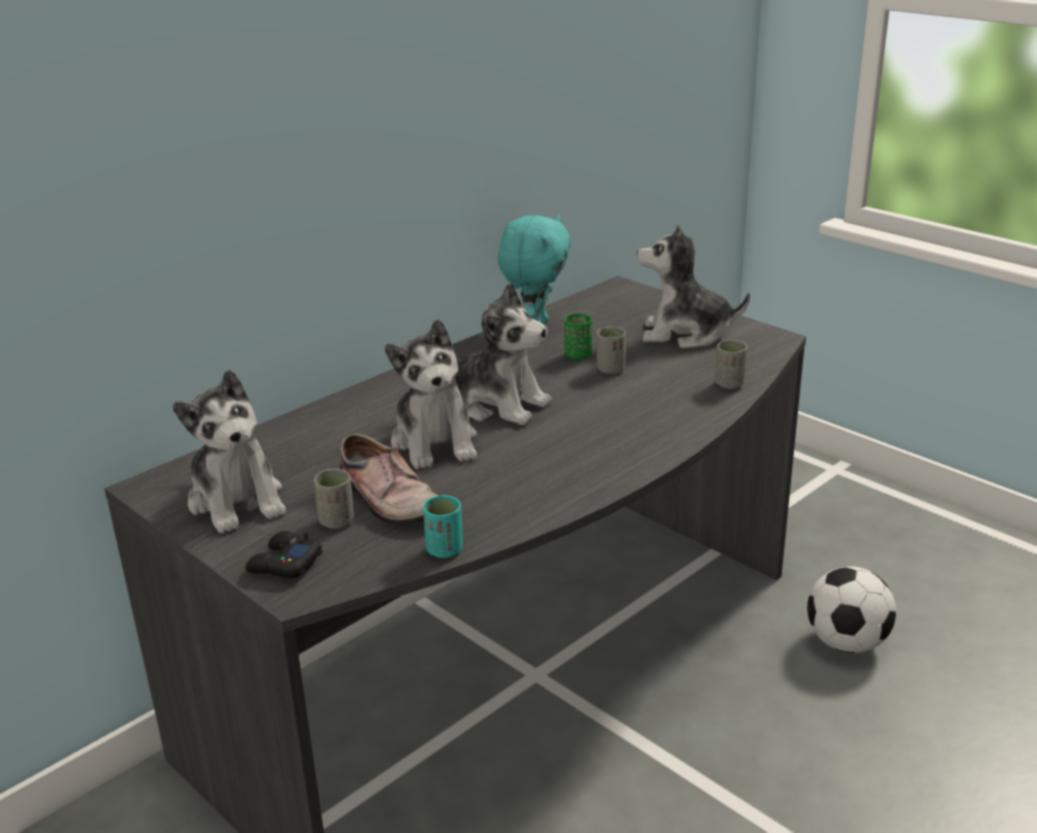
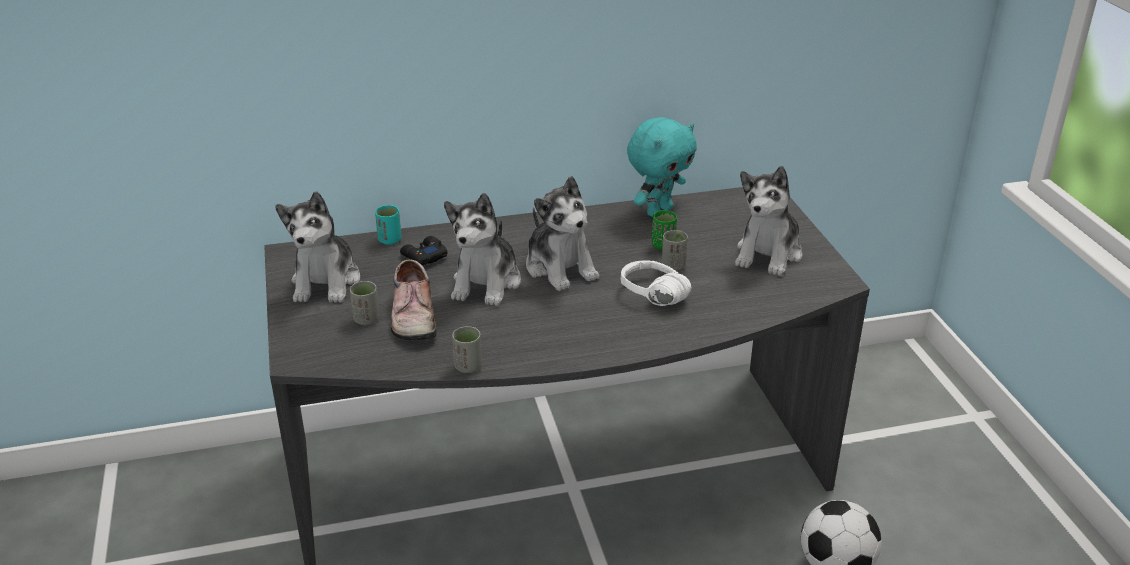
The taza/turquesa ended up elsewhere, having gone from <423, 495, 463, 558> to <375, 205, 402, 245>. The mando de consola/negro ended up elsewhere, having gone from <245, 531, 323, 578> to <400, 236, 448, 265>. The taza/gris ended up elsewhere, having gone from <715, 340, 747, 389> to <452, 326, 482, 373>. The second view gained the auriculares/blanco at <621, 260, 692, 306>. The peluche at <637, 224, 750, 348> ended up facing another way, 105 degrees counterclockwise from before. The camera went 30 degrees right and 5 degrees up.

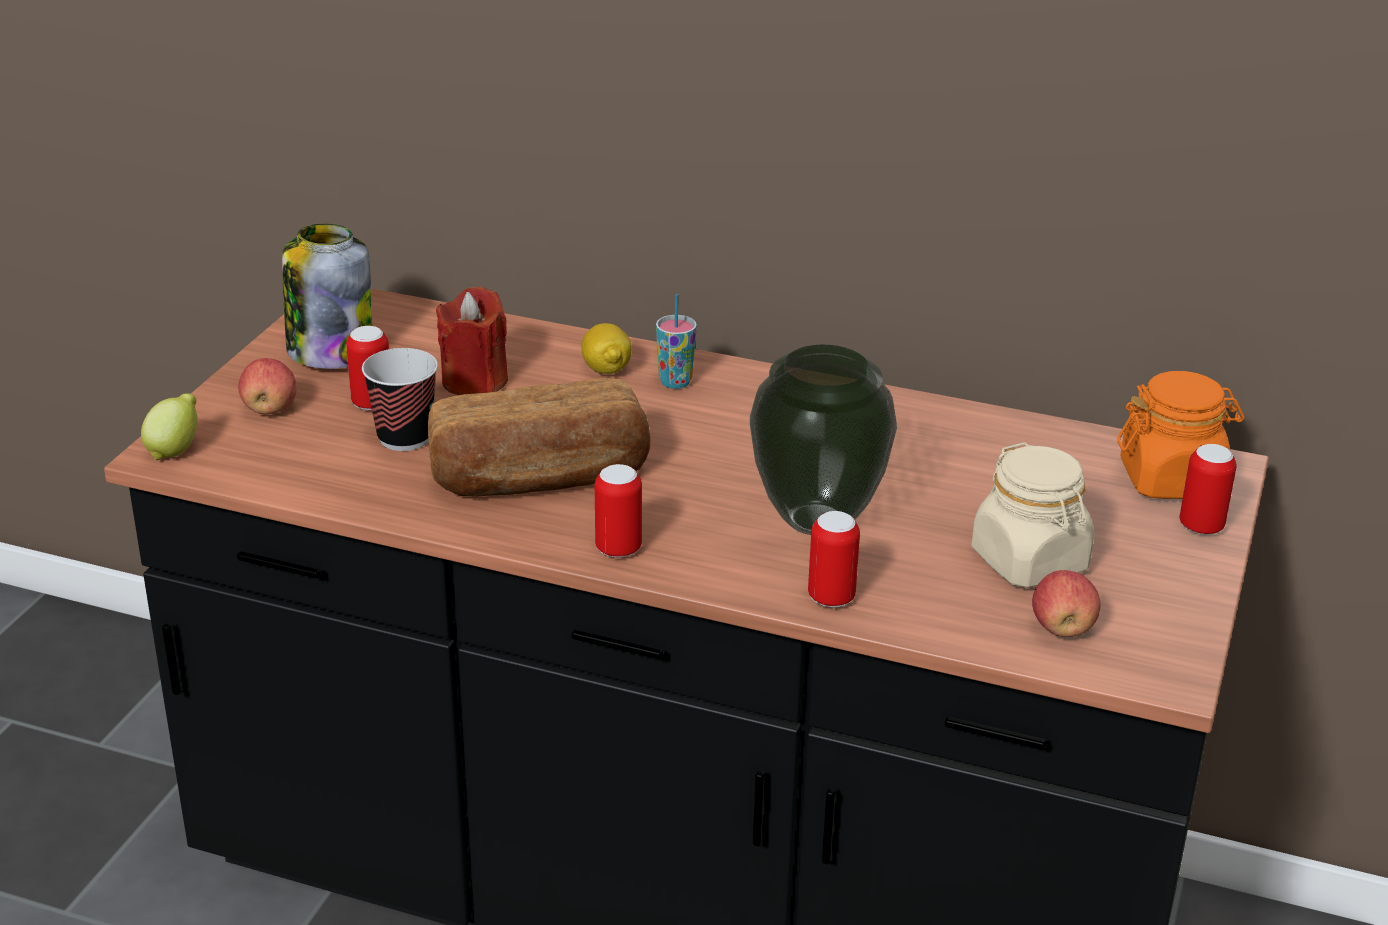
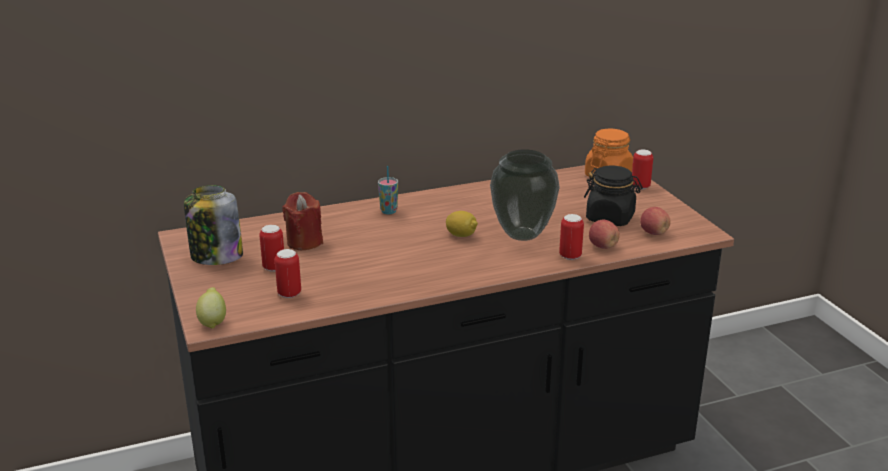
The lata ended up elsewhere, having gone from <595, 464, 642, 558> to <275, 249, 301, 298>. The limón ended up elsewhere, having gone from <581, 323, 632, 374> to <446, 211, 478, 237>. What was the tarro/beis at <972, 442, 1094, 588> turned into the tarro/negro at <584, 166, 643, 226>. The manzana ended up elsewhere, having gone from <238, 358, 297, 414> to <589, 220, 620, 249>. The second view lost the taza at <362, 348, 438, 451>. The second view lost the pan at <428, 378, 651, 496>. The camera went 40 degrees left and 5 degrees down.

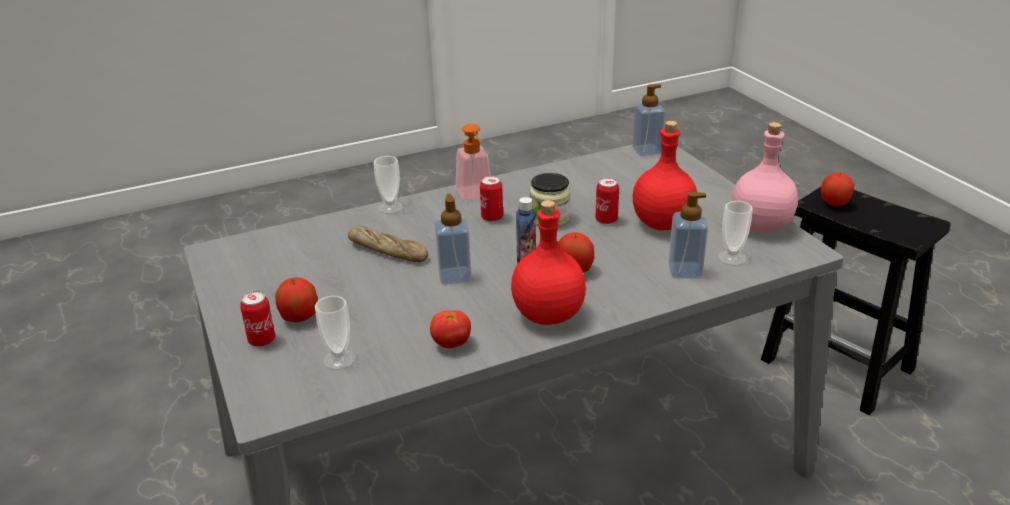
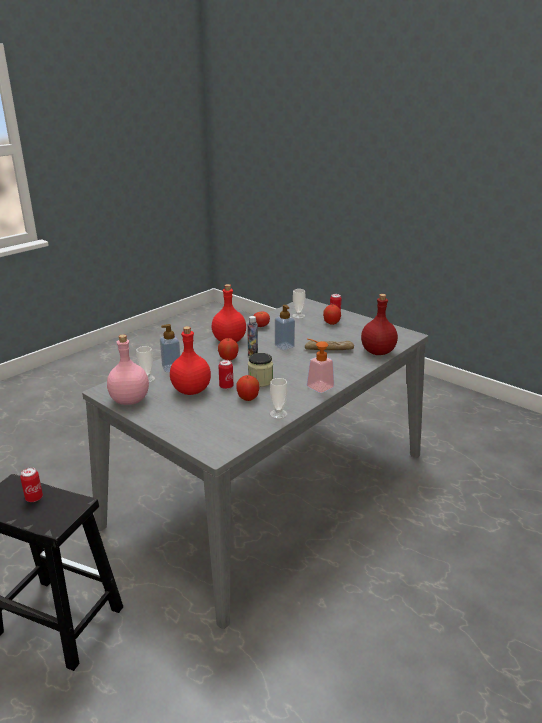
The lata ended up elsewhere, having gone from <480, 176, 503, 222> to <20, 468, 43, 502>. The manzana ended up elsewhere, having gone from <821, 173, 854, 206> to <236, 375, 260, 401>. The taza ended up elsewhere, having gone from <374, 156, 403, 214> to <270, 378, 287, 419>. The second view gained the botella/rojo at <361, 294, 398, 355>. The second view lost the dispensador de jabón at <633, 84, 665, 156>. The camera went 155 degrees right and 5 degrees down.

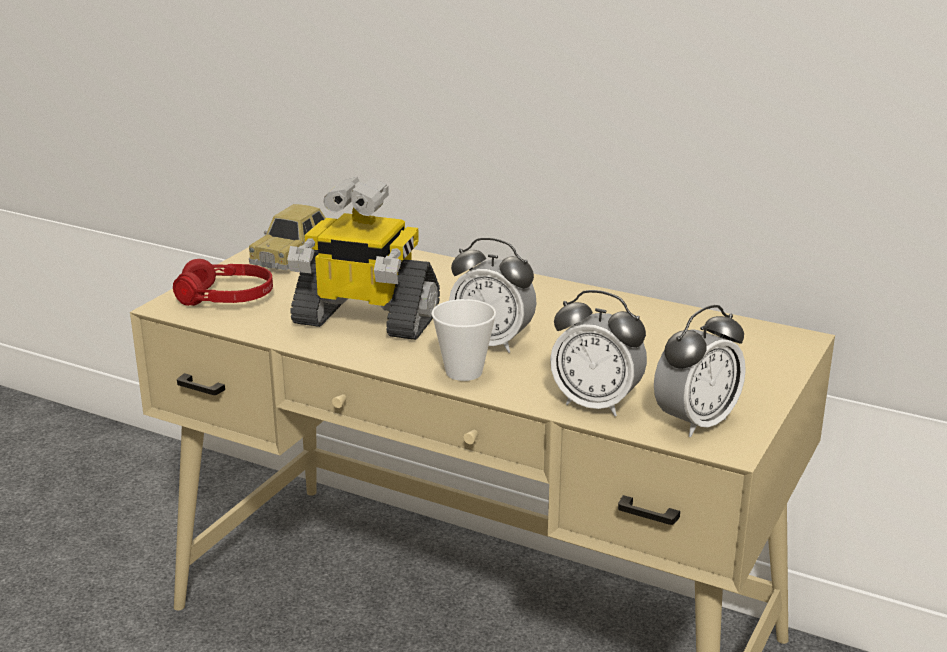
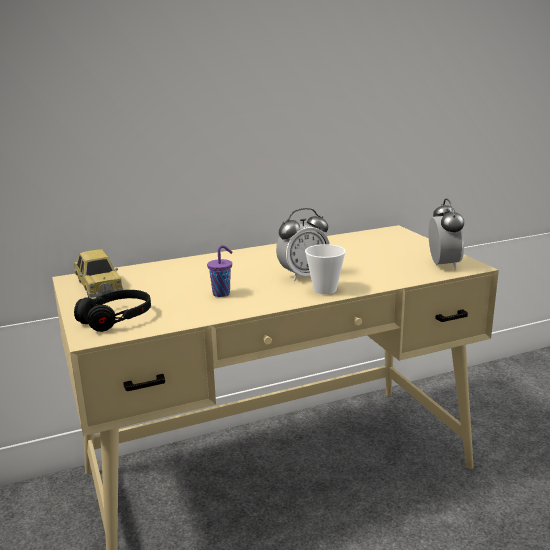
What was the auriculares/rojo at <173, 259, 273, 306> turned into the auriculares/negro at <74, 290, 151, 332>. Where the robot de juguete stood at <287, 177, 440, 340>, the taza/morado came to stand at <207, 245, 233, 297>. The second view lost the despertador at <550, 290, 647, 416>. The camera went 50 degrees left and 5 degrees down.

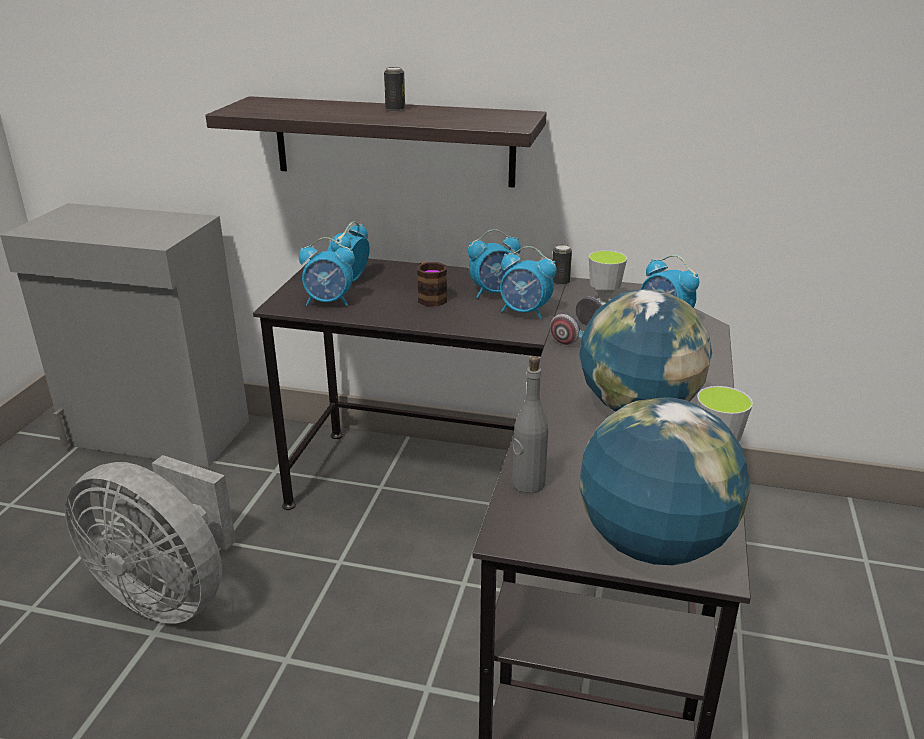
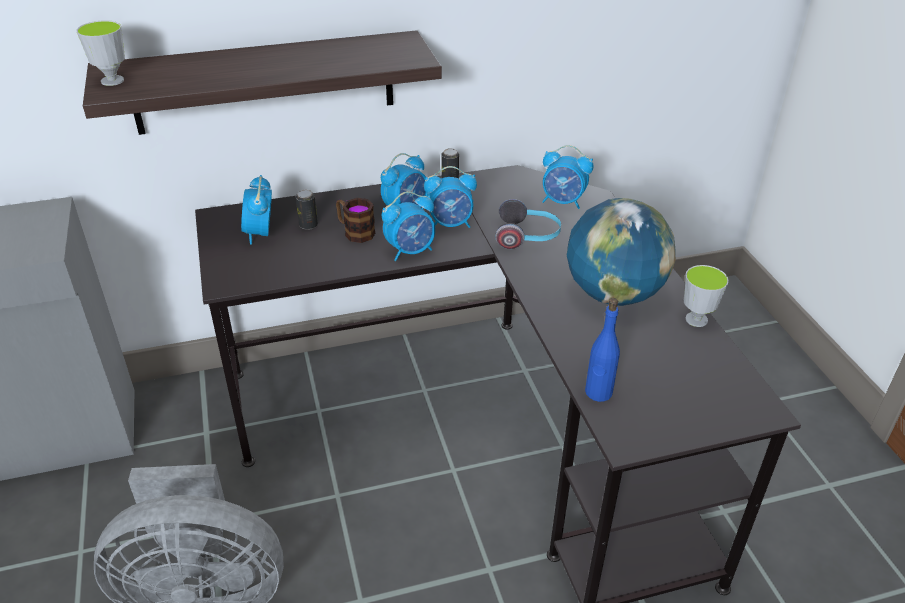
The taza ended up elsewhere, having gone from <589, 250, 627, 305> to <77, 20, 125, 86>. The lata ended up elsewhere, having gone from <384, 67, 405, 111> to <296, 190, 318, 230>. The despertador ended up elsewhere, having gone from <299, 237, 355, 306> to <382, 191, 435, 261>. What was the botella/gris at <512, 356, 548, 493> turned into the botella/azul at <585, 298, 620, 402>. The second view lost the globo terráqueo at <579, 397, 751, 565>. The camera went 30 degrees left and 10 degrees up.

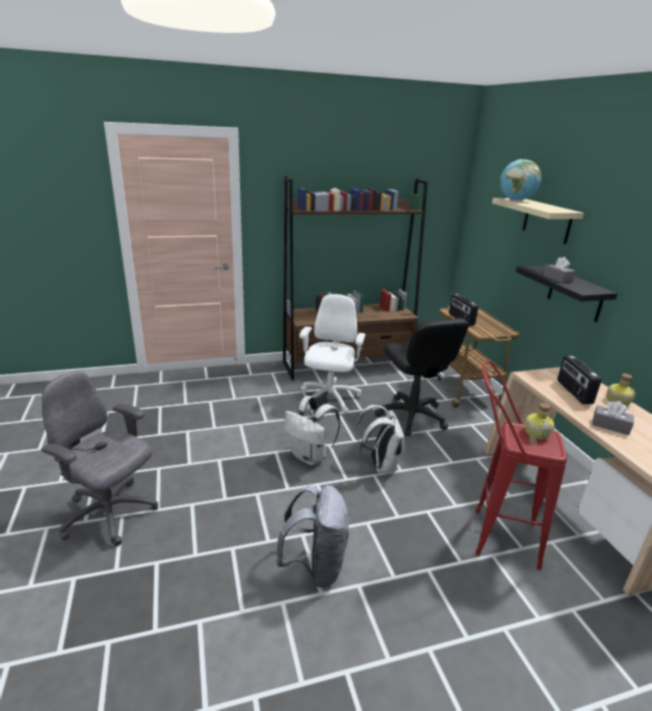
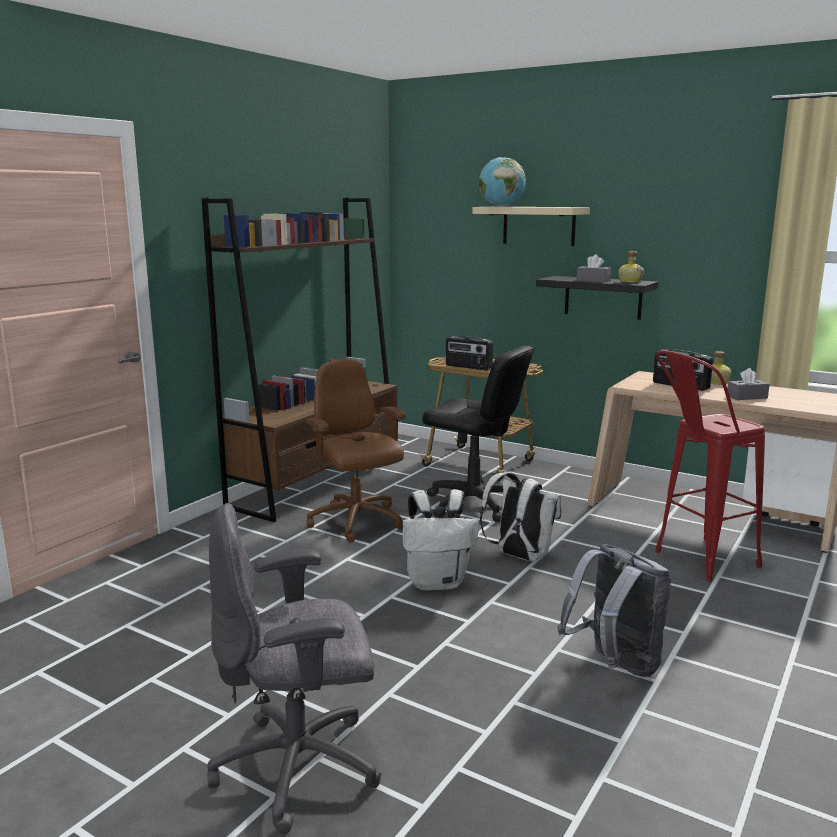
What was the silla de oficina/blanco at <299, 294, 365, 414> turned into the silla de oficina/marrón at <305, 359, 406, 543>. The botella ended up elsewhere, having gone from <525, 403, 555, 439> to <618, 251, 644, 283>. The camera went 40 degrees left and 10 degrees down.

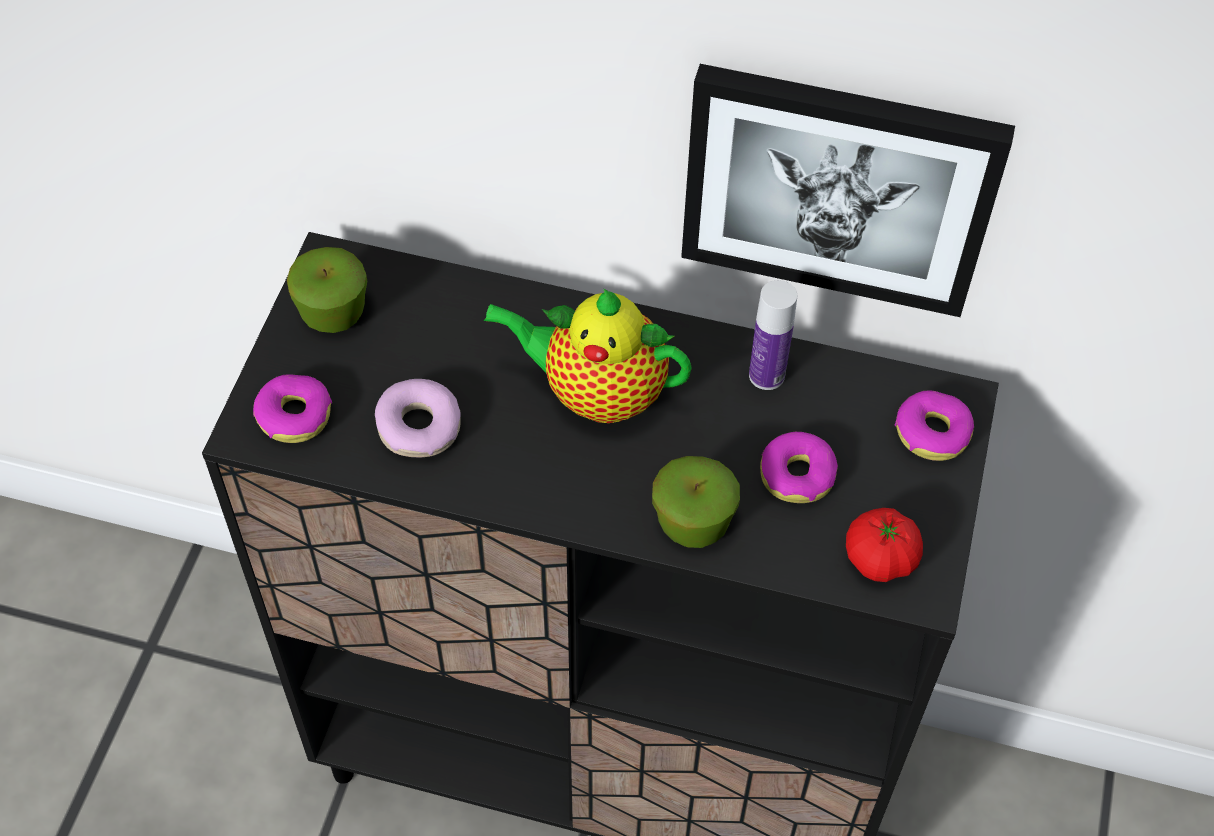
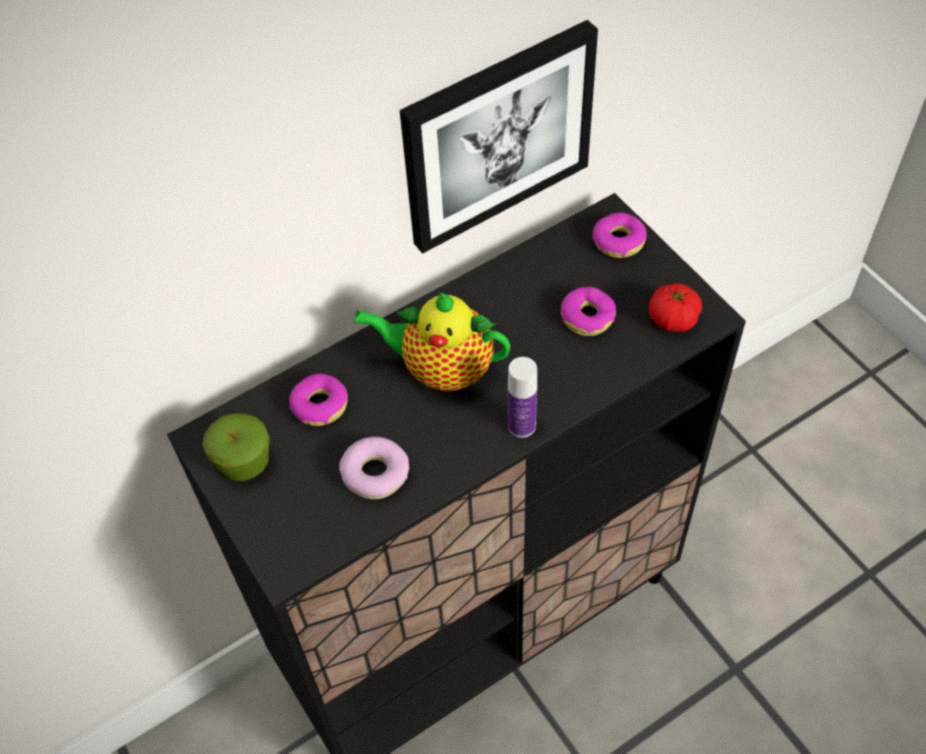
The rosquilla ended up elsewhere, having gone from <253, 374, 332, 443> to <289, 374, 348, 426>. The tetera at <484, 288, 692, 423> ended up facing another way, 45 degrees clockwise from before. The botella ended up elsewhere, having gone from <749, 280, 797, 390> to <508, 357, 537, 438>. The second view lost the manzana at <652, 456, 740, 548>. The camera went 45 degrees left and 0 degrees up.

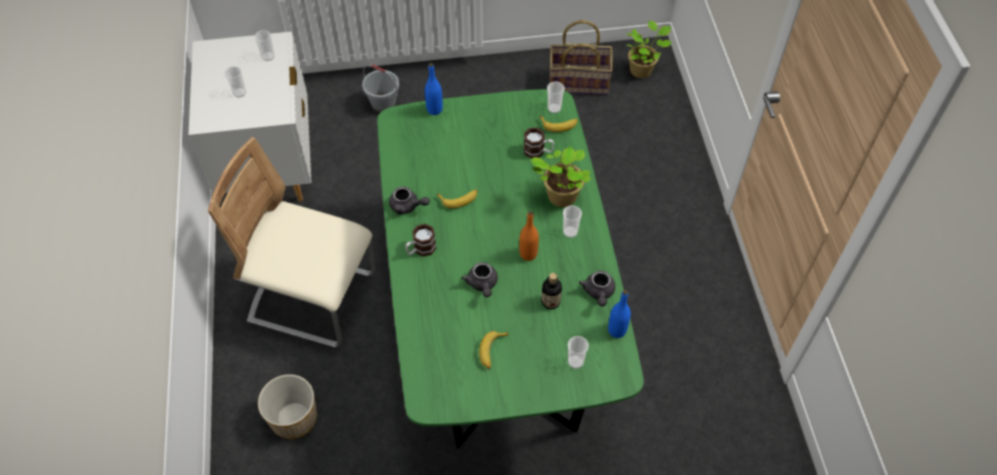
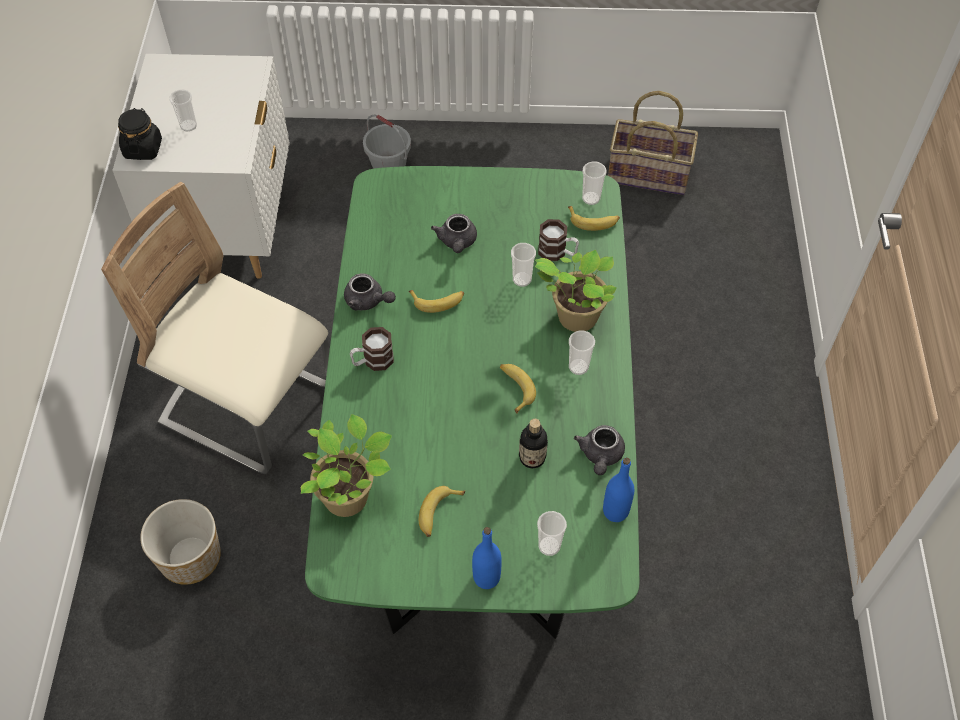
The second view gained the tarro/negro at <118, 108, 162, 160>. The planta en maceta ended up elsewhere, having gone from <626, 20, 672, 78> to <301, 414, 392, 517>. The tetera/gris ended up elsewhere, having gone from <461, 262, 498, 297> to <431, 214, 477, 253>. The botella/azul ended up elsewhere, having gone from <425, 63, 443, 115> to <472, 527, 502, 589>. Where the botella/naranja stood at <519, 211, 539, 261>, the plátano came to stand at <500, 364, 536, 413>. The taza ended up elsewhere, having gone from <254, 30, 275, 61> to <511, 243, 536, 287>. The camera went 10 degrees right and 0 degrees up.

